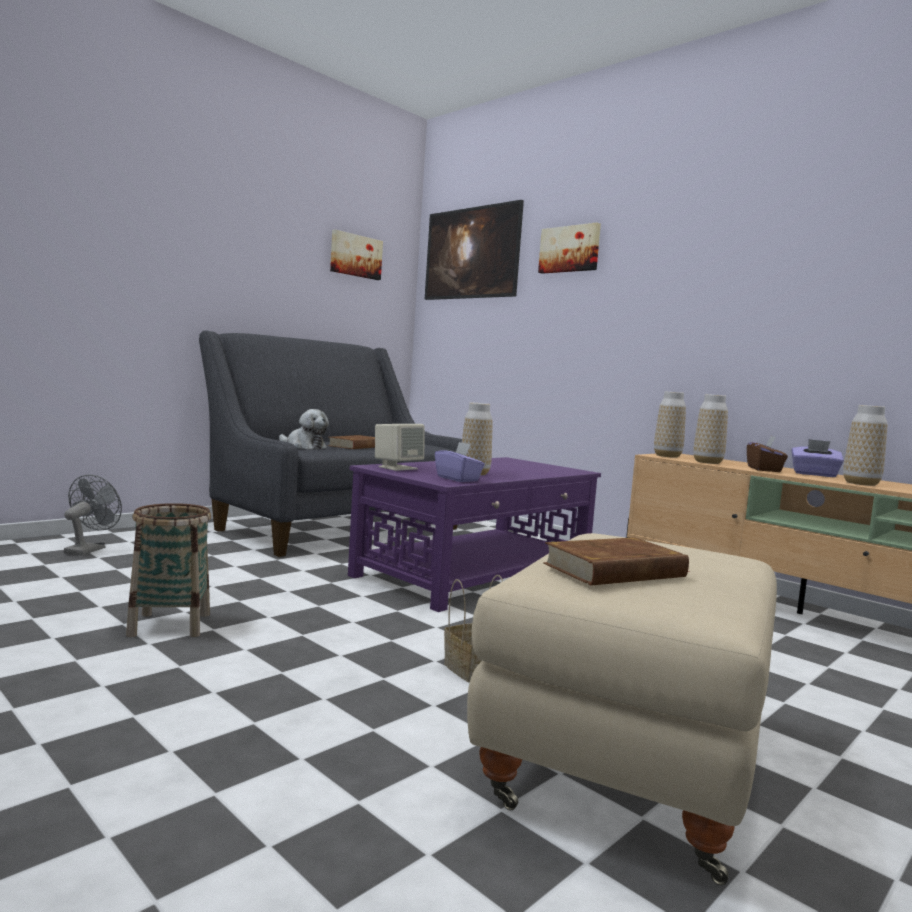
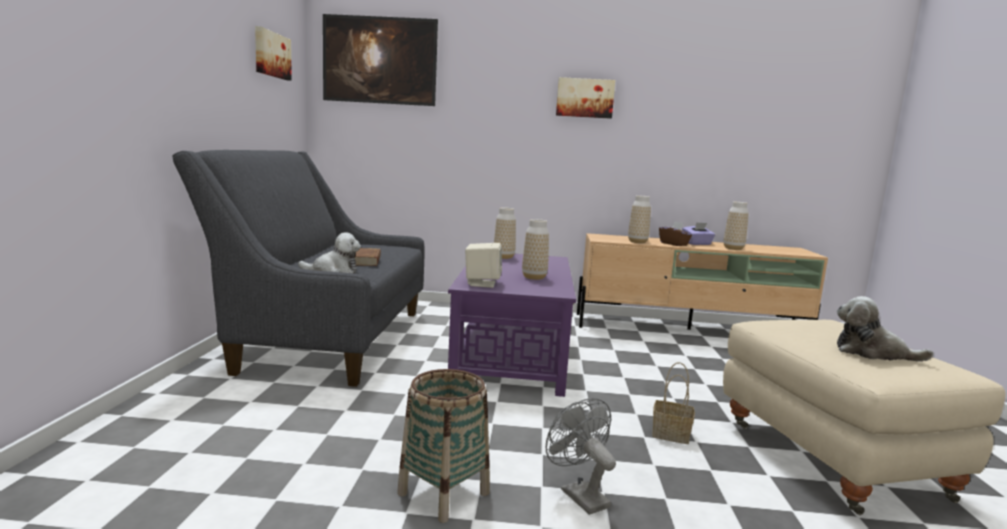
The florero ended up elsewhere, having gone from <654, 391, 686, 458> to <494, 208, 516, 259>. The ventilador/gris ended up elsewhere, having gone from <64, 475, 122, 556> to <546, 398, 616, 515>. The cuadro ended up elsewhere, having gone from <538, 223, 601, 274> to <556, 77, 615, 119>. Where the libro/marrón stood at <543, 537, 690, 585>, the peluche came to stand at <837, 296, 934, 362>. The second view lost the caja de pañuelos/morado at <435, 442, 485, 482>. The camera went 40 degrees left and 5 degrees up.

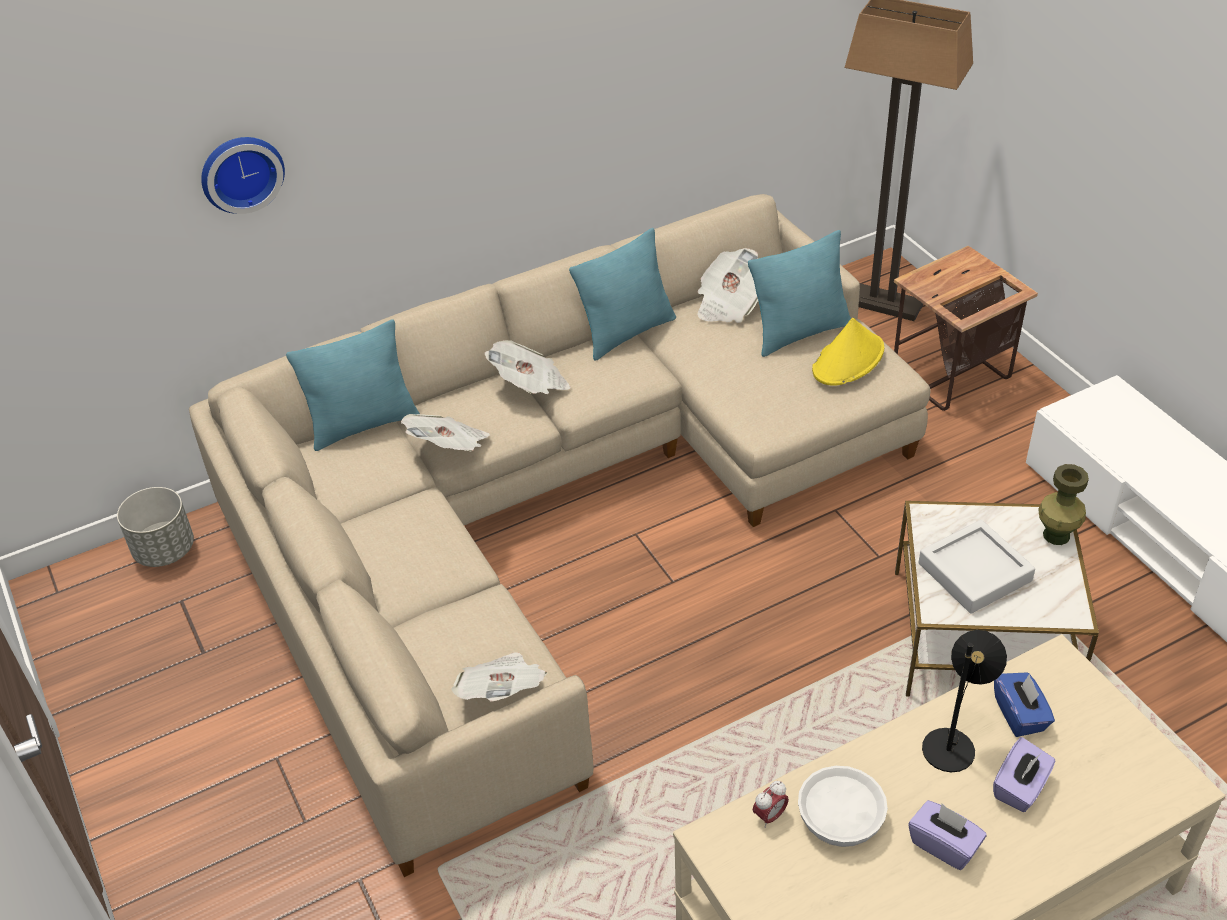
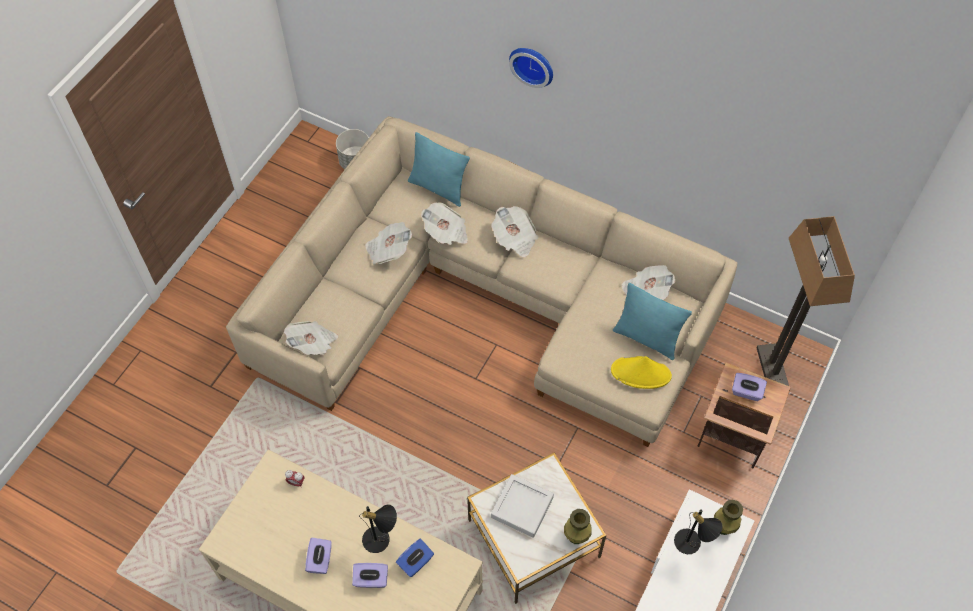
The second view gained the periódico at <365, 222, 412, 265>. The reloj de pared ended up elsewhere, having gone from <201, 137, 285, 214> to <509, 48, 553, 88>. The second view gained the lámpara de mesa/negro at <674, 509, 723, 554>. The second view gained the florero/verde at <714, 499, 743, 535>. The second view gained the caja de pañuelos/morado at <732, 373, 767, 401>. The second view lost the cojín/turquesa at <569, 228, 676, 360>. The second view lost the cuenco/blanco at <798, 766, 888, 847>. The camera went 55 degrees right and 15 degrees up.

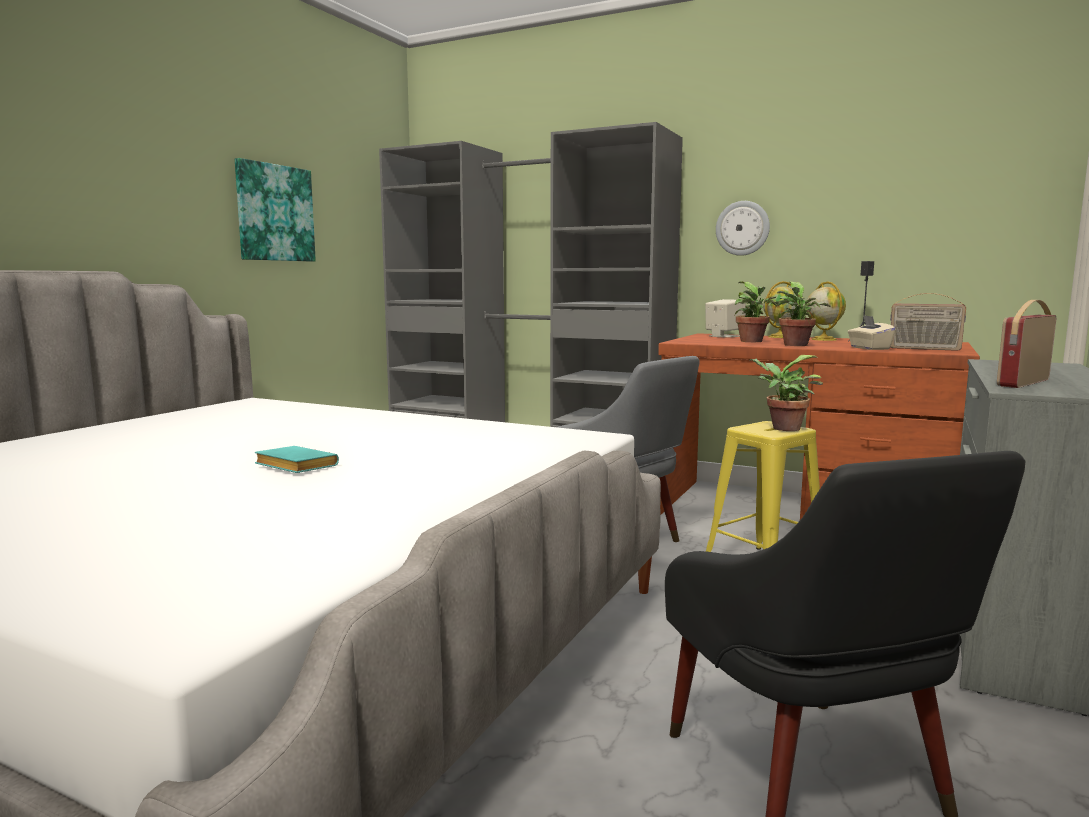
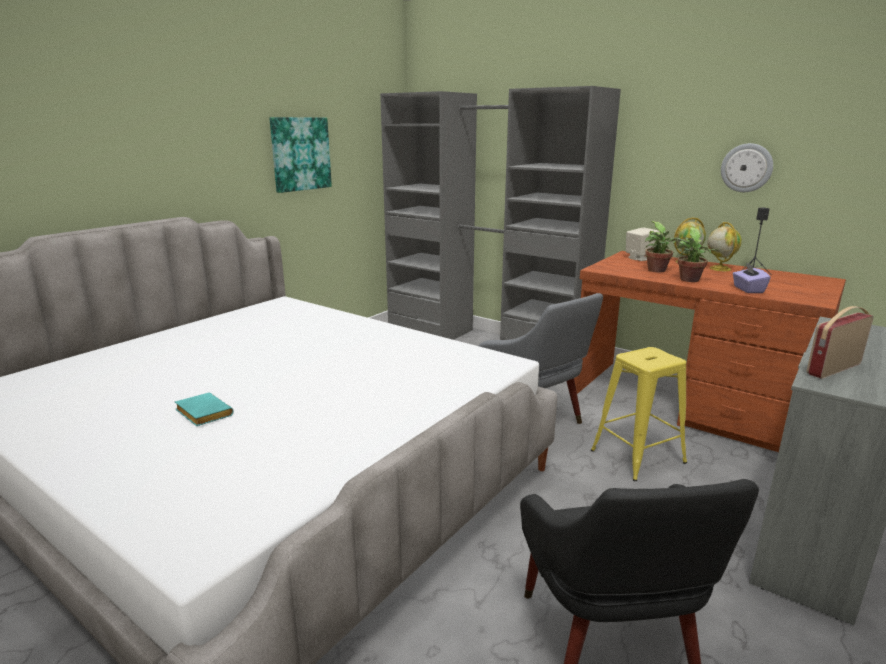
The libro/turquesa ended up elsewhere, having gone from <255, 446, 339, 473> to <175, 393, 234, 426>. The reloj de pared ended up elsewhere, having gone from <716, 201, 770, 256> to <721, 143, 773, 192>. What was the caja de pañuelos/beis at <848, 315, 896, 350> turned into the caja de pañuelos/morado at <733, 262, 771, 293>. The second view lost the planta en maceta at <749, 355, 823, 431>. The second view lost the radio at <890, 293, 966, 351>. The camera went 10 degrees right and 10 degrees up.

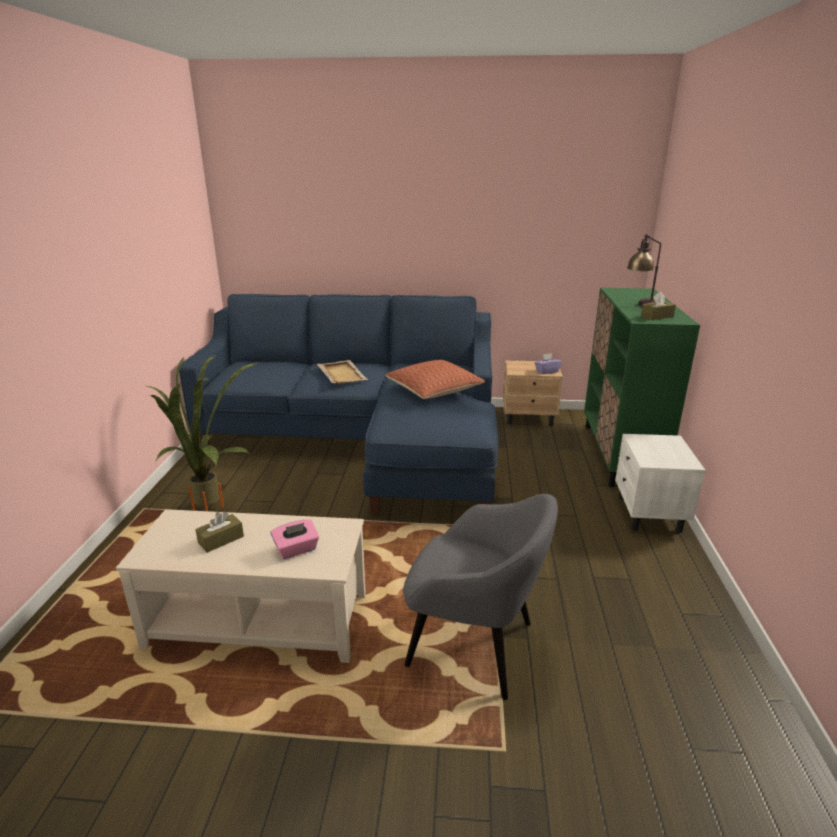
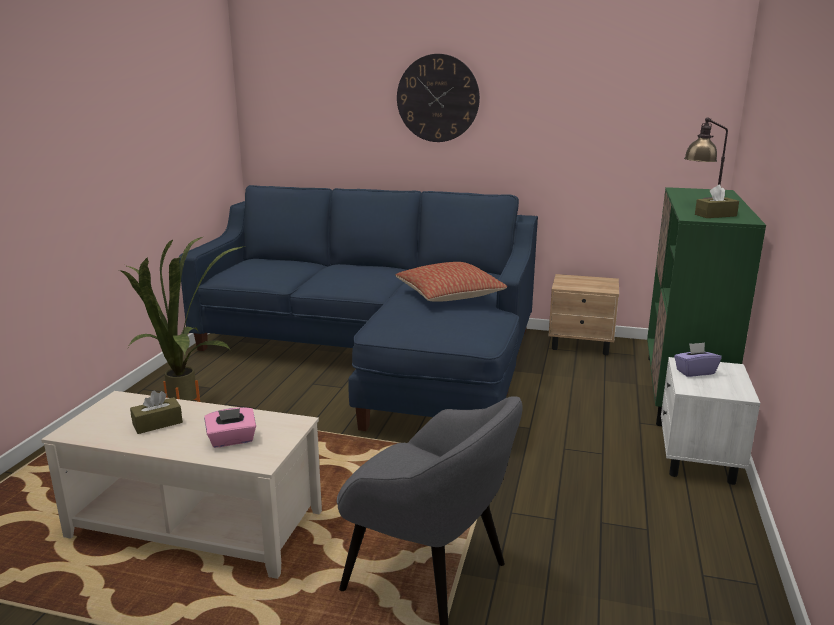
The second view gained the reloj de pared at <397, 54, 480, 142>. The caja de pañuelos/morado ended up elsewhere, having gone from <535, 353, 562, 374> to <674, 342, 722, 377>. The second view lost the bandeja/beis at <317, 360, 368, 385>. The camera went 10 degrees right and 5 degrees down.

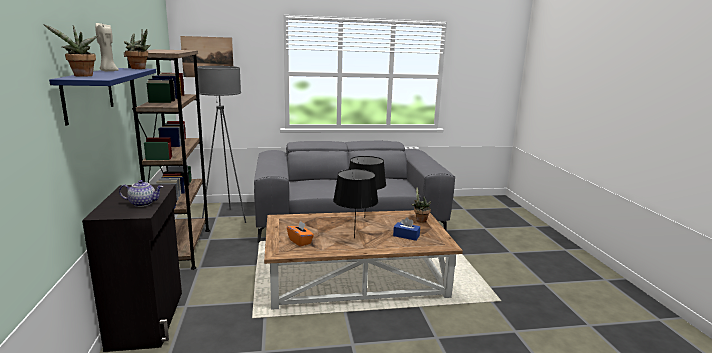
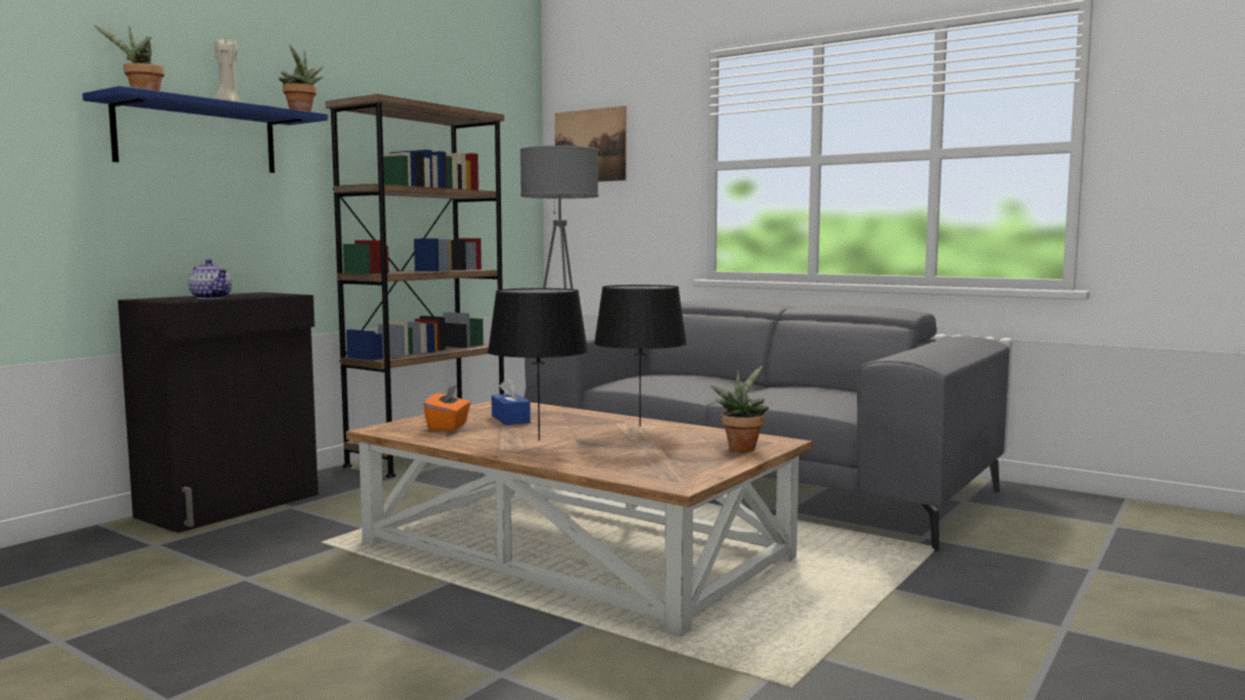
The caja de pañuelos/azul ended up elsewhere, having gone from <393, 217, 420, 241> to <491, 378, 530, 425>. The camera went 45 degrees right and 10 degrees down.

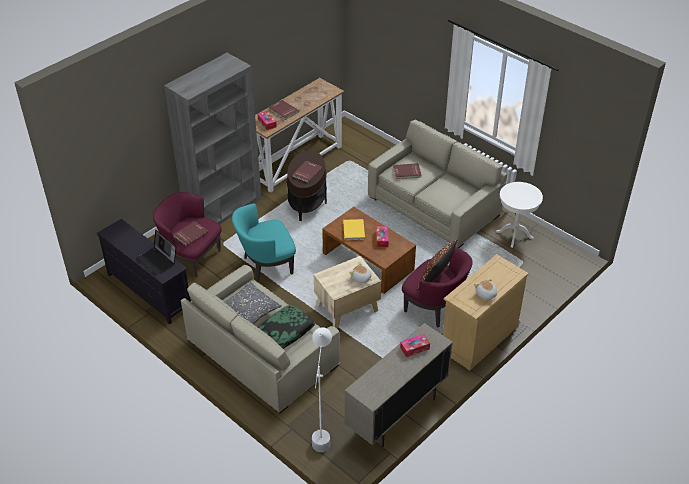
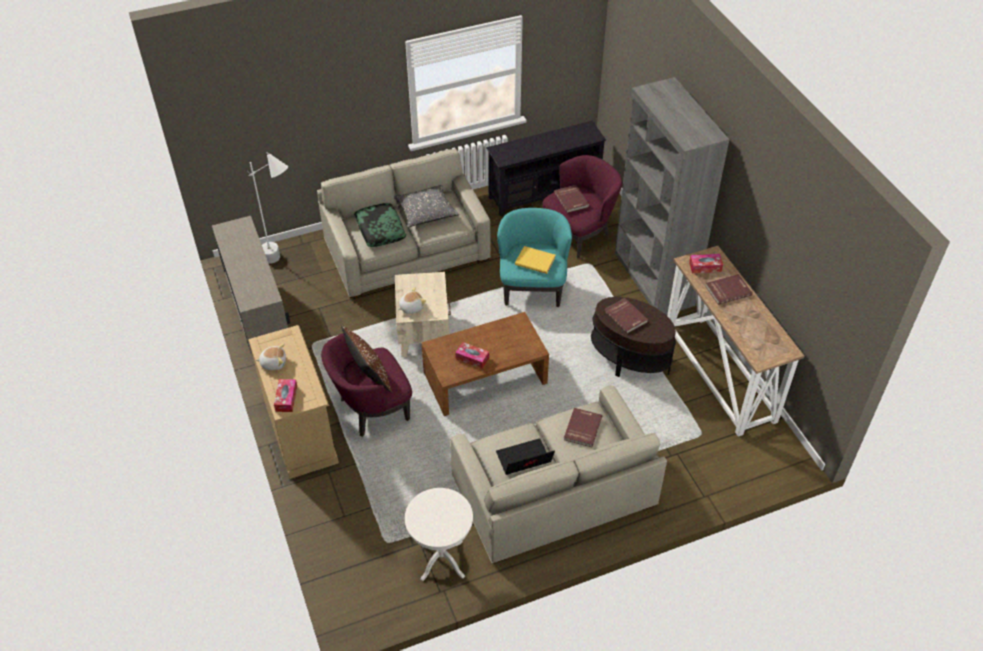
The caja de pañuelos ended up elsewhere, having gone from <400, 334, 430, 357> to <274, 379, 297, 412>. The portátil ended up elsewhere, having gone from <137, 230, 176, 275> to <496, 438, 555, 475>. The libro/amarillo ended up elsewhere, having gone from <343, 219, 365, 240> to <515, 246, 556, 274>. The camera went 115 degrees right and 5 degrees up.

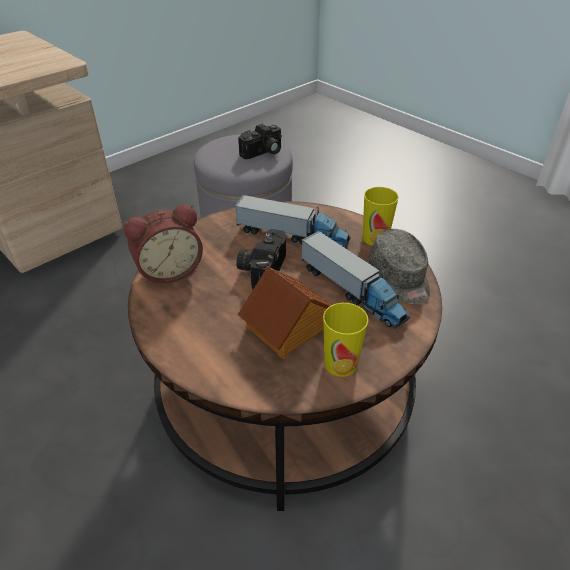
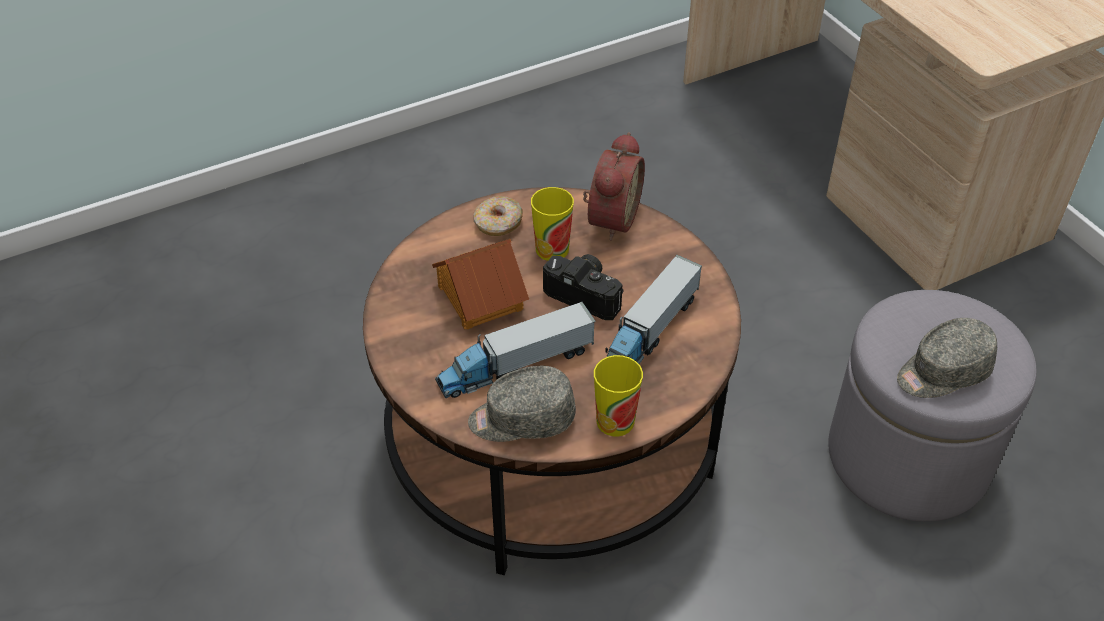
The second view gained the rosquilla at <473, 196, 523, 236>. The taza ended up elsewhere, having gone from <323, 303, 368, 377> to <531, 187, 574, 261>. The despertador at <124, 205, 203, 283> ended up facing another way, 150 degrees counterclockwise from before. Where the cámara stood at <238, 124, 282, 159>, the gorra/gris came to stand at <897, 318, 997, 398>. The camera went 105 degrees right and 5 degrees up.

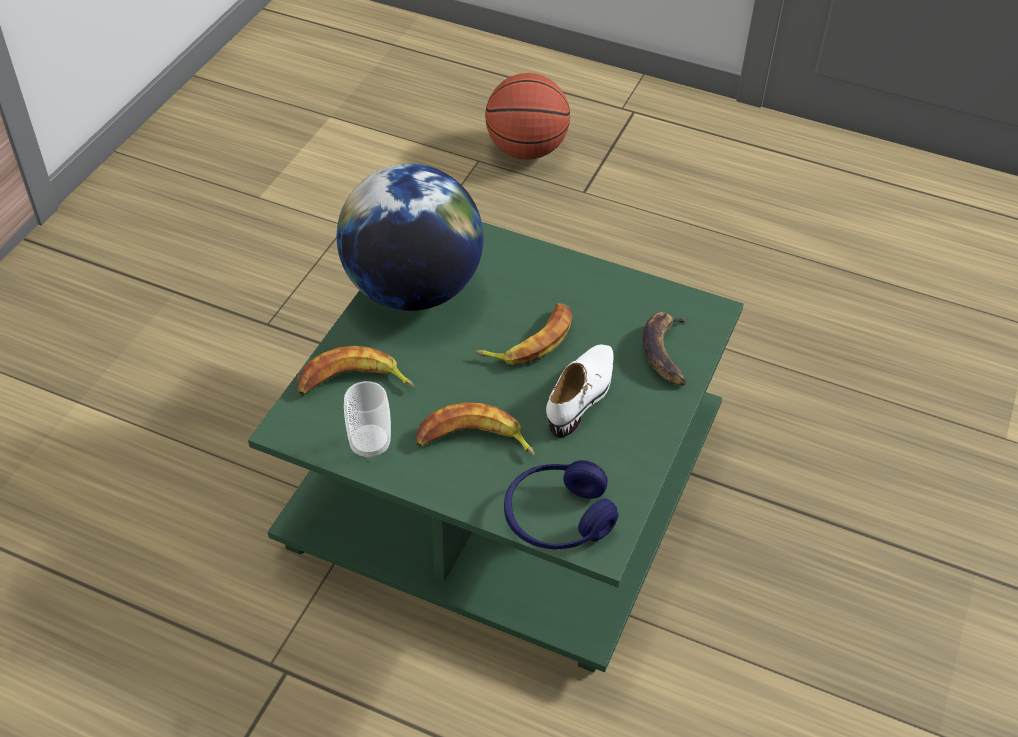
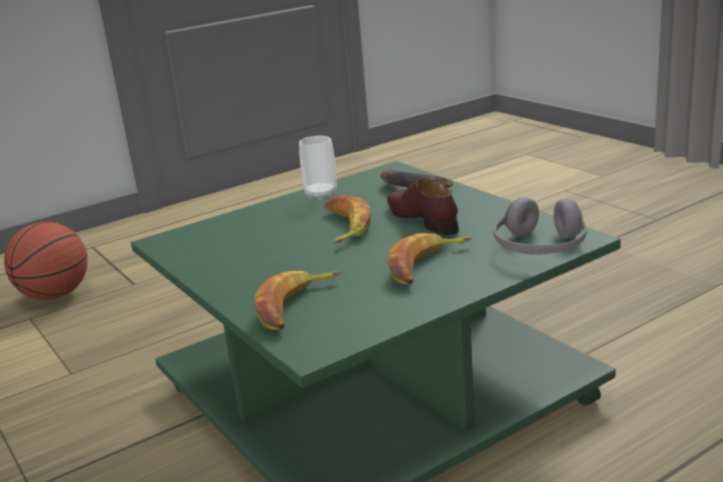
The taza ended up elsewhere, having gone from <344, 381, 391, 459> to <299, 136, 337, 200>. What was the zapato/blanco at <546, 345, 614, 437> turned into the zapato/marrón at <387, 177, 459, 235>. What was the auriculares/azul at <504, 460, 619, 550> turned into the auriculares/gris at <493, 197, 587, 255>. The second view lost the globo terráqueo at <337, 164, 484, 311>. The camera went 55 degrees left and 25 degrees down.

